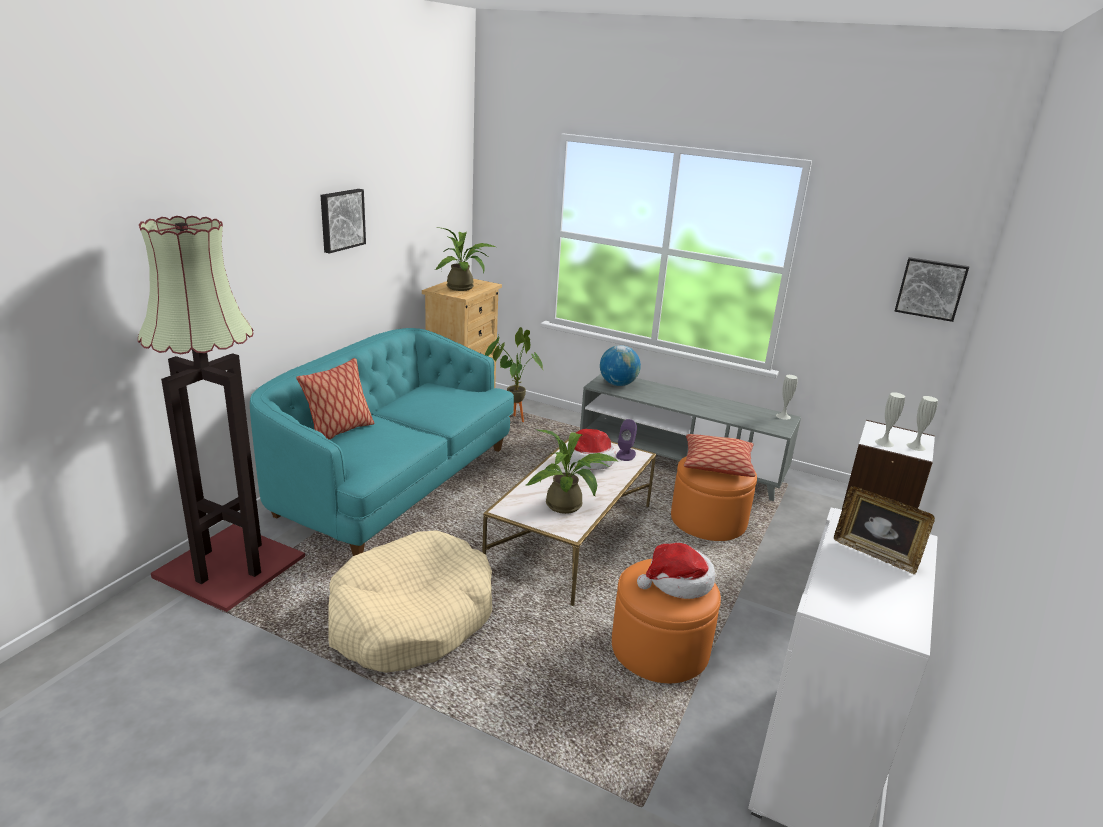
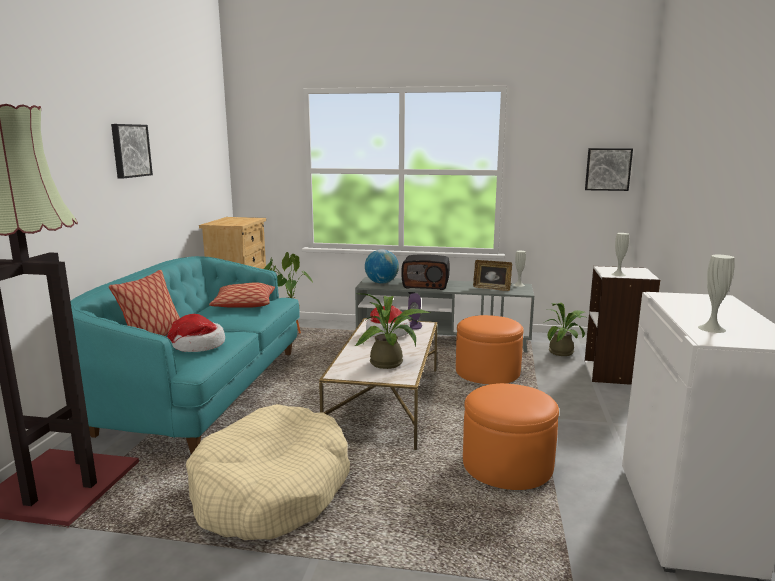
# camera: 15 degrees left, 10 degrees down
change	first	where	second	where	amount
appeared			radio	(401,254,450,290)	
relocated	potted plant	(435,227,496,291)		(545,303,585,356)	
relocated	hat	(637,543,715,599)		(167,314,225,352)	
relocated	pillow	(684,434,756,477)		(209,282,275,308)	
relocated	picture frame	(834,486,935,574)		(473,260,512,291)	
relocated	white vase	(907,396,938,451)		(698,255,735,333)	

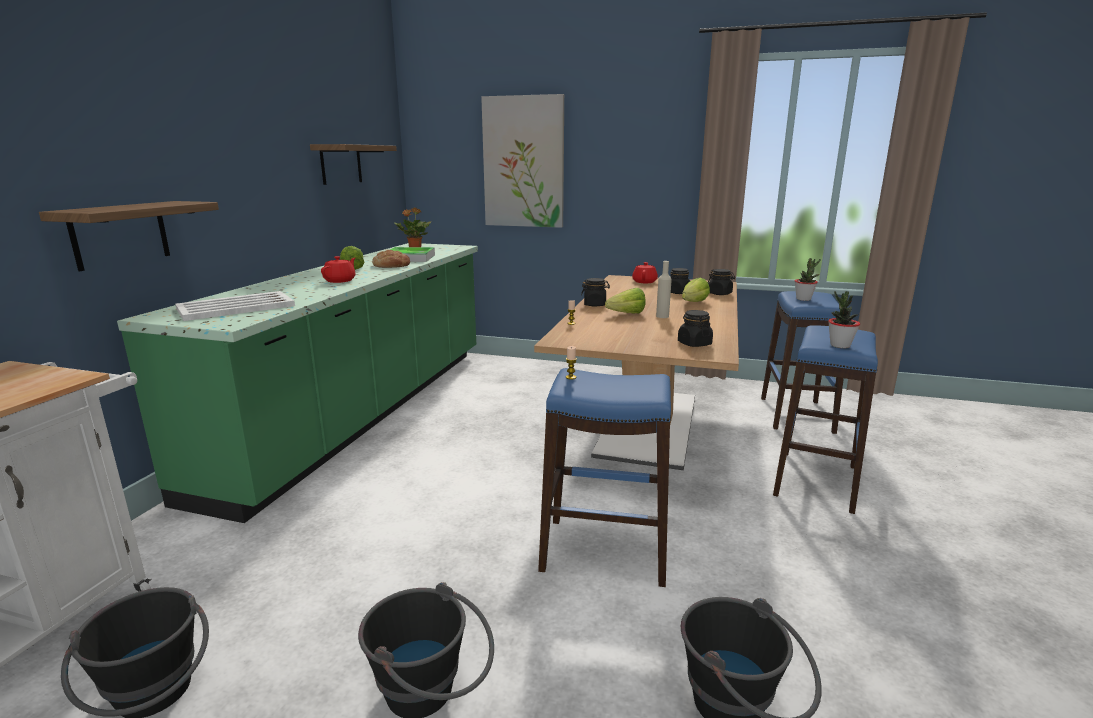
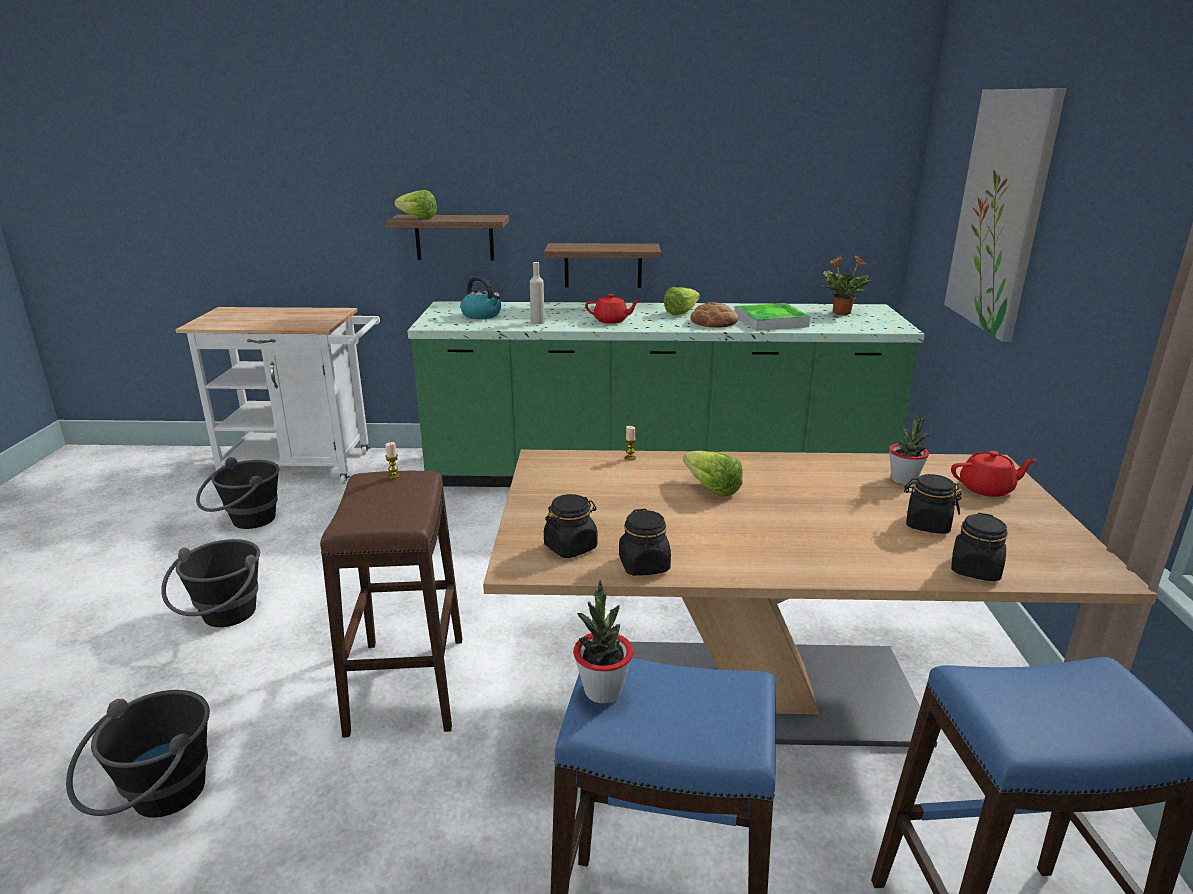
# camera: 75 degrees right, 5 degrees up
change	first	where	second	where	amount
relocated	shelf	(310,144,397,185)		(544,243,661,288)	
relocated	black jar	(581,278,610,307)		(619,509,671,576)	
relocated	beige bottle	(656,261,672,318)		(530,262,545,324)	
relocated	lettuce	(682,278,710,302)		(394,190,437,219)	
relocated	potted plant	(795,258,821,301)		(889,413,930,485)	
exchanged	white tray	(175,291,295,321)	kettle	(460,276,501,319)	
colour	blue stool	(538,368,671,587)	brown stool	(320,471,462,738)	

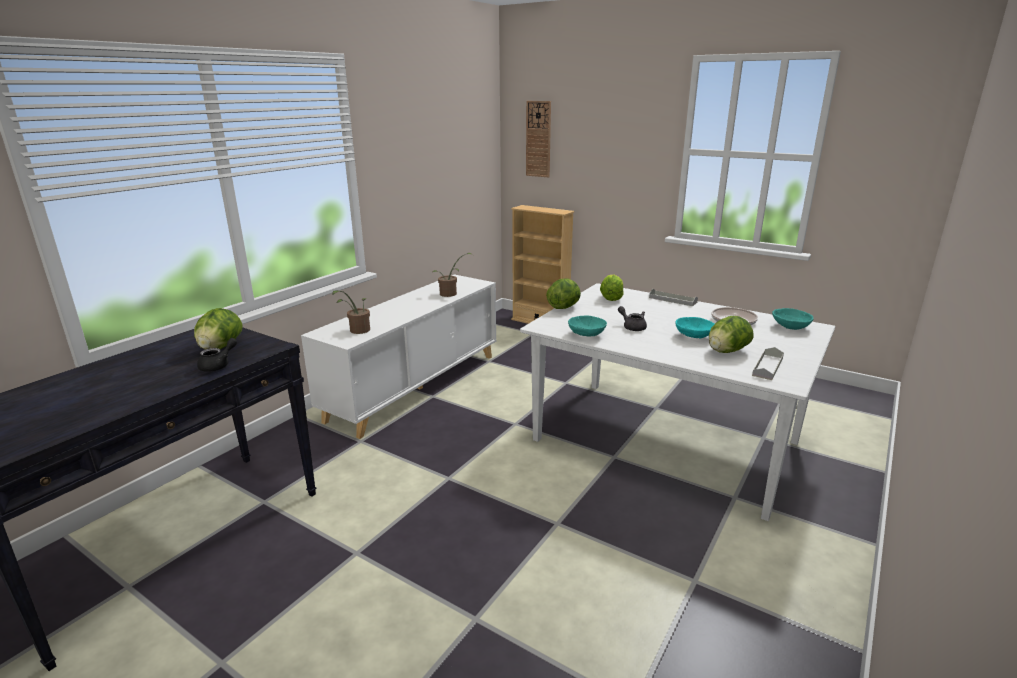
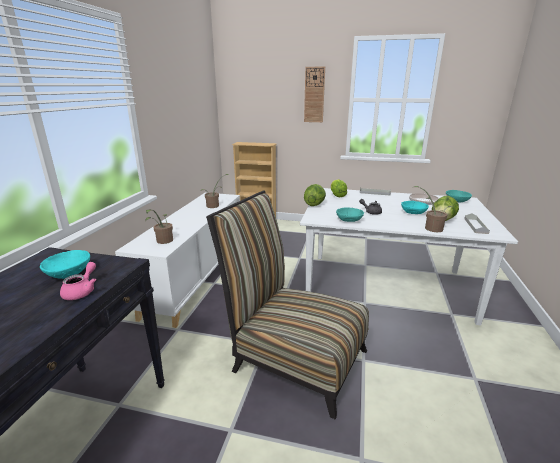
# camera: 20 degrees left, 0 degrees up
change	first	where	second	where	amount
appeared			chair	(206,190,369,419)	
appeared			potted plant	(412,186,453,232)	
relocated	wall clock	(526,101,551,177)		(304,67,325,122)	
exchanged	lettuce	(194,308,243,350)	turquoise bowl	(40,250,90,279)	
colour	black teapot	(197,338,237,372)	pink teapot	(60,262,96,300)	

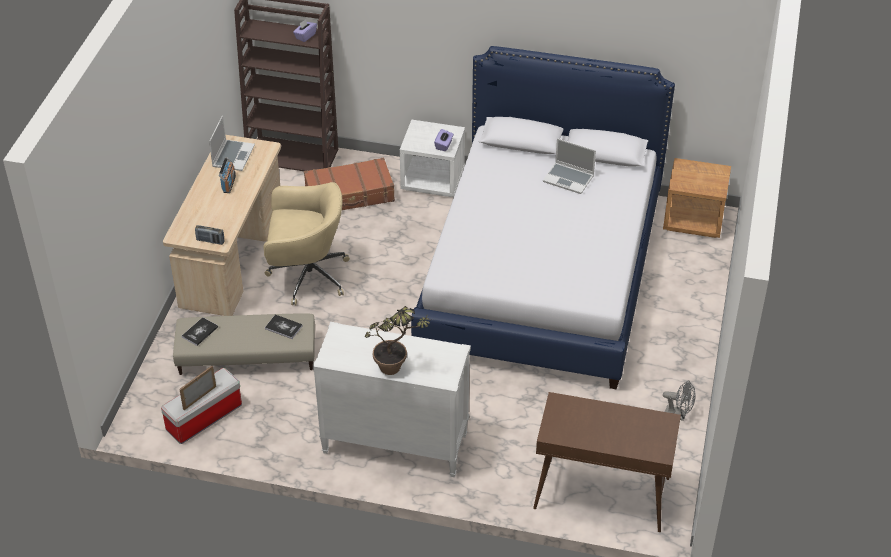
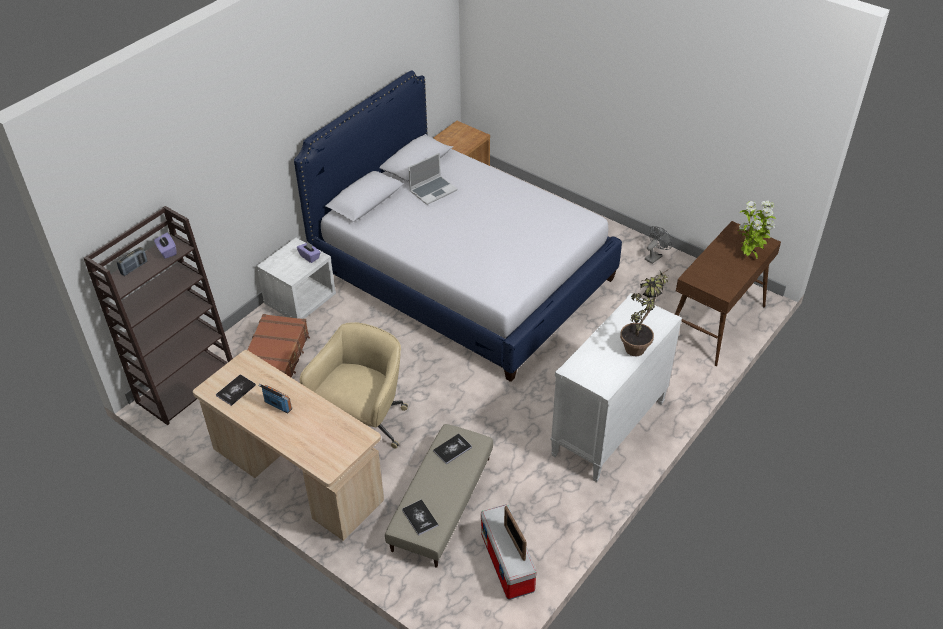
# camera: 65 degrees left, 0 degrees up
change	first	where	second	where	amount
appeared			potted plant	(738,200,776,259)	
relocated	radio	(195,225,224,245)		(117,247,147,276)	
exchanged	laptop	(209,116,255,171)	book	(216,374,256,406)	

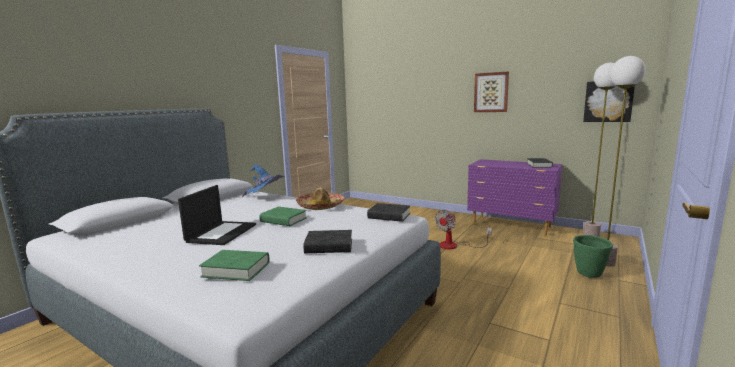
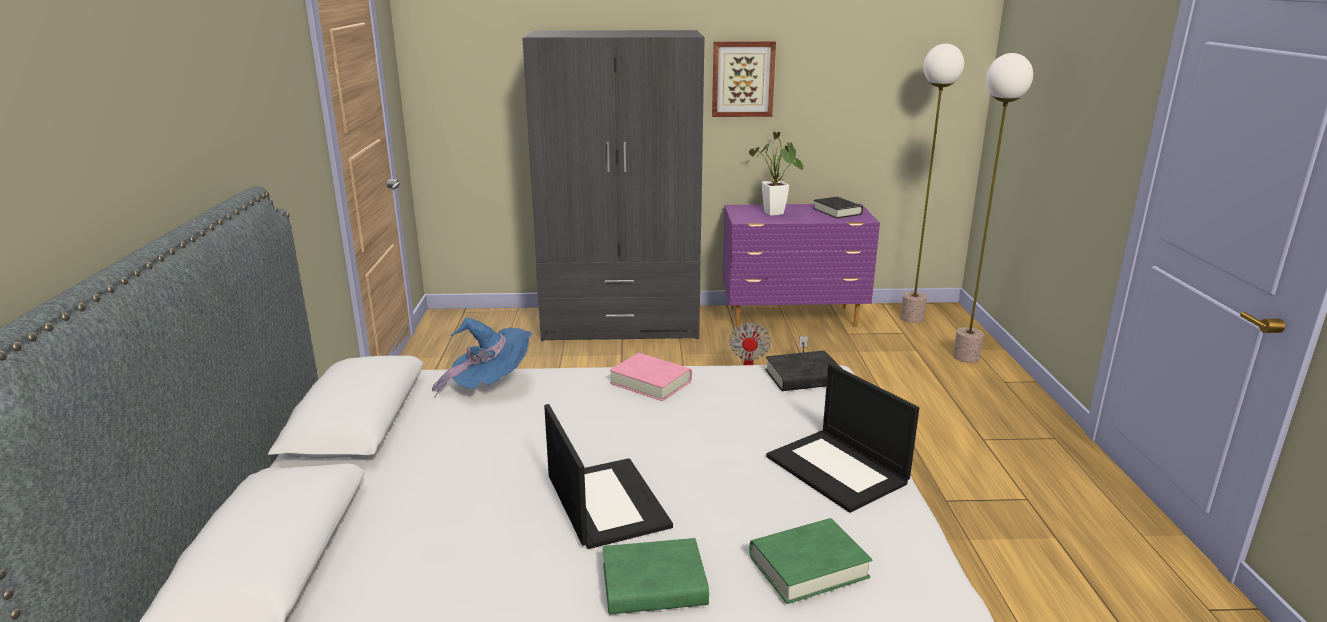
# camera: 35 degrees left, 10 degrees up
change	first	where	second	where	amount
missing	green planter	(573,235,613,278)			
missing	picture	(583,82,635,122)			
appeared			grey wardrobe	(522,30,705,341)	
appeared			potted plant	(749,131,803,216)	
relocated	green book	(260,207,307,226)		(603,538,709,615)	
exchanged	hat	(296,188,345,210)	pink book	(610,353,692,401)	
exchanged	black book	(303,230,352,253)	laptop	(766,364,919,513)	

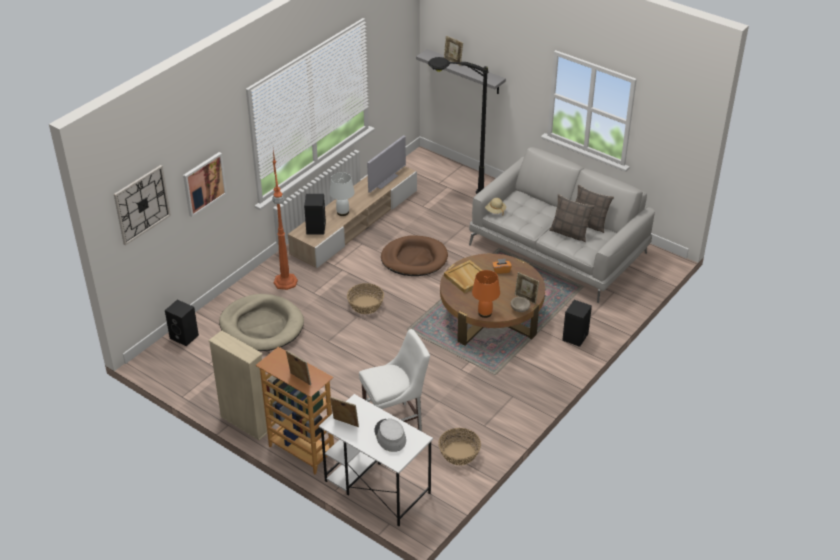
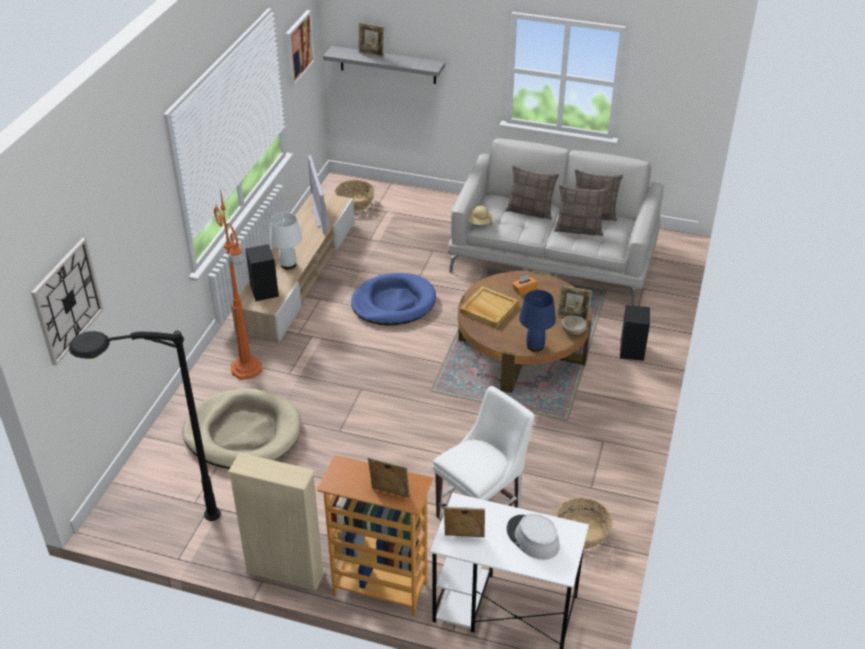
# camera: 20 degrees left, 0 degrees up
change	first	where	second	where	amount
missing	black speaker	(165,300,199,346)			
appeared			pillow	(506,165,559,220)	
relocated	picture	(183,152,227,217)		(285,10,315,86)	
relocated	basket	(347,283,384,314)		(334,180,375,212)	
relocated	black floor lamp	(428,57,489,194)		(69,331,221,521)	
colour	brown dog bed	(381,235,448,276)	blue dog bed	(351,273,436,326)	
colour	orange table lamp	(472,270,500,318)	blue table lamp	(519,290,556,352)	
spun	television	(367,135,406,193)		(308,155,331,234)	150 degrees clockwise

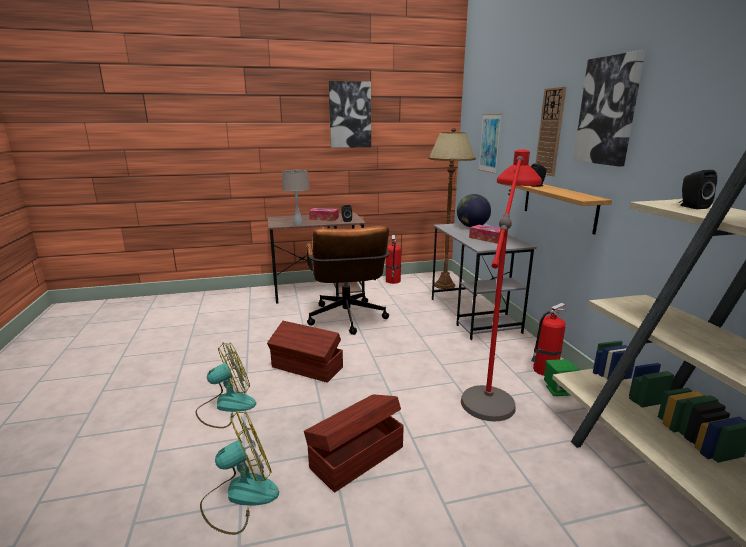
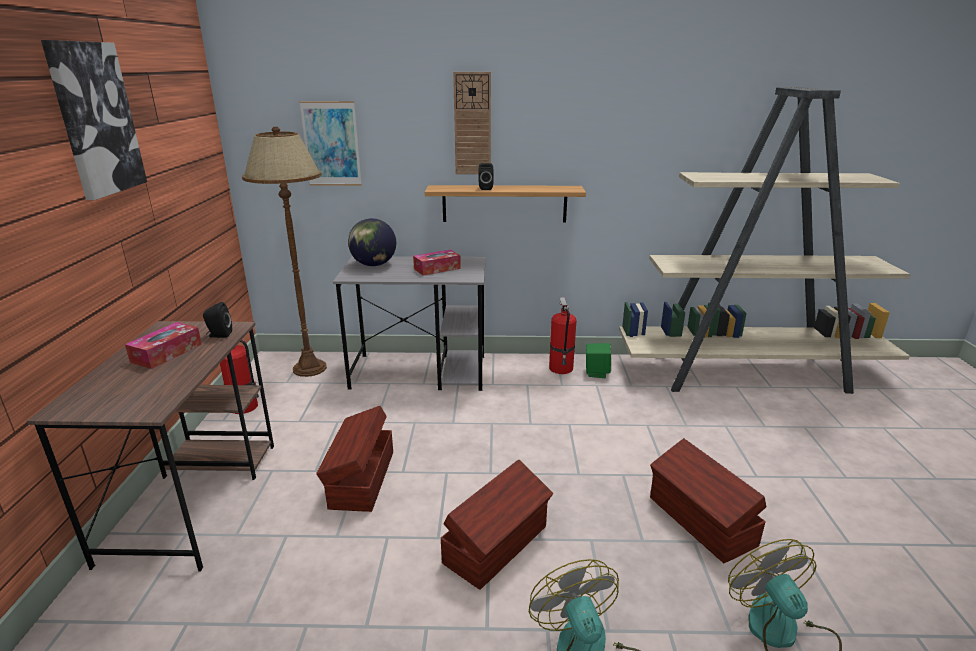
# camera: 75 degrees left, 5 degrees up
change	first	where	second	where	amount
missing	beige table lamp	(282,170,310,225)			
missing	red floor lamp	(461,149,542,422)			
missing	picture	(573,50,645,166)			
missing	black speaker	(679,170,717,209)			
exchanged	brown office chair	(306,226,390,335)	brown storage box	(316,406,393,512)	

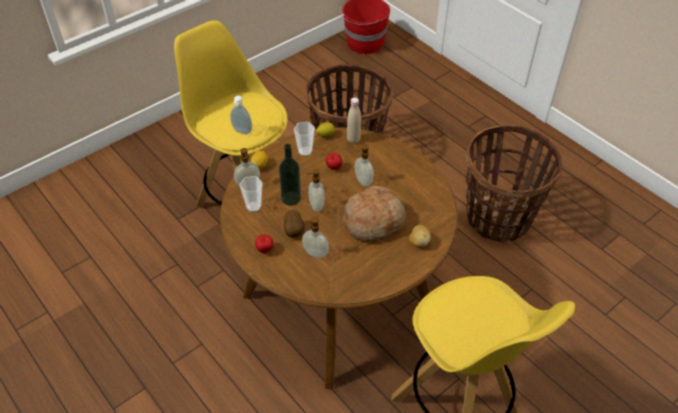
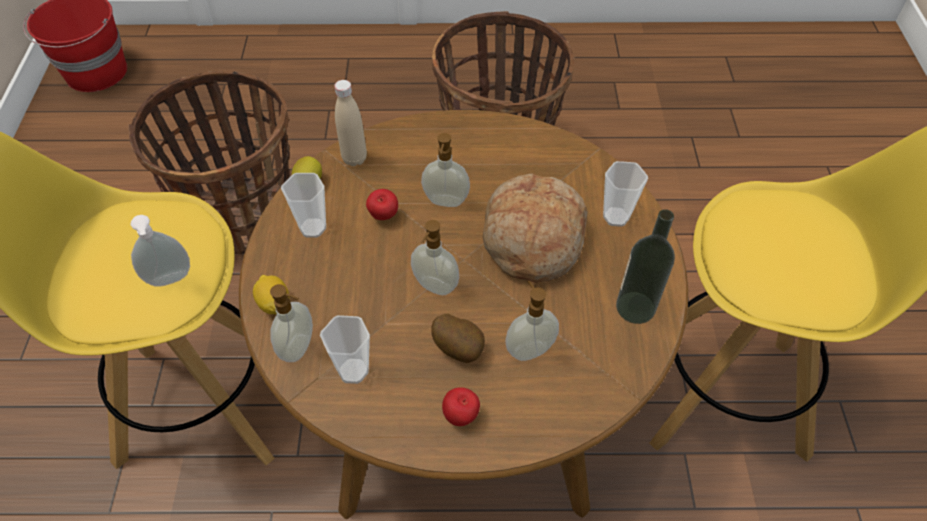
# camera: 50 degrees left, 5 degrees up
change	first	where	second	where	amount
relocated	bottle	(279,144,301,206)		(616,209,675,324)	
exchanged	potato	(409,225,431,248)	cup	(603,161,648,227)	

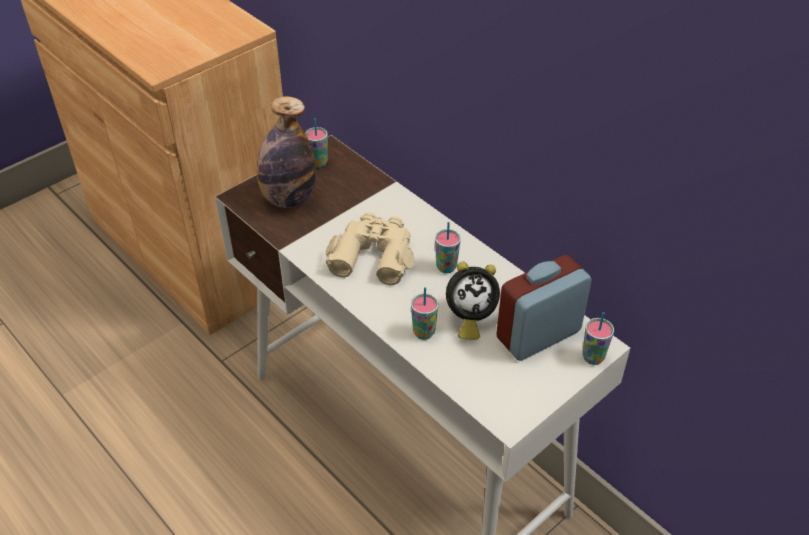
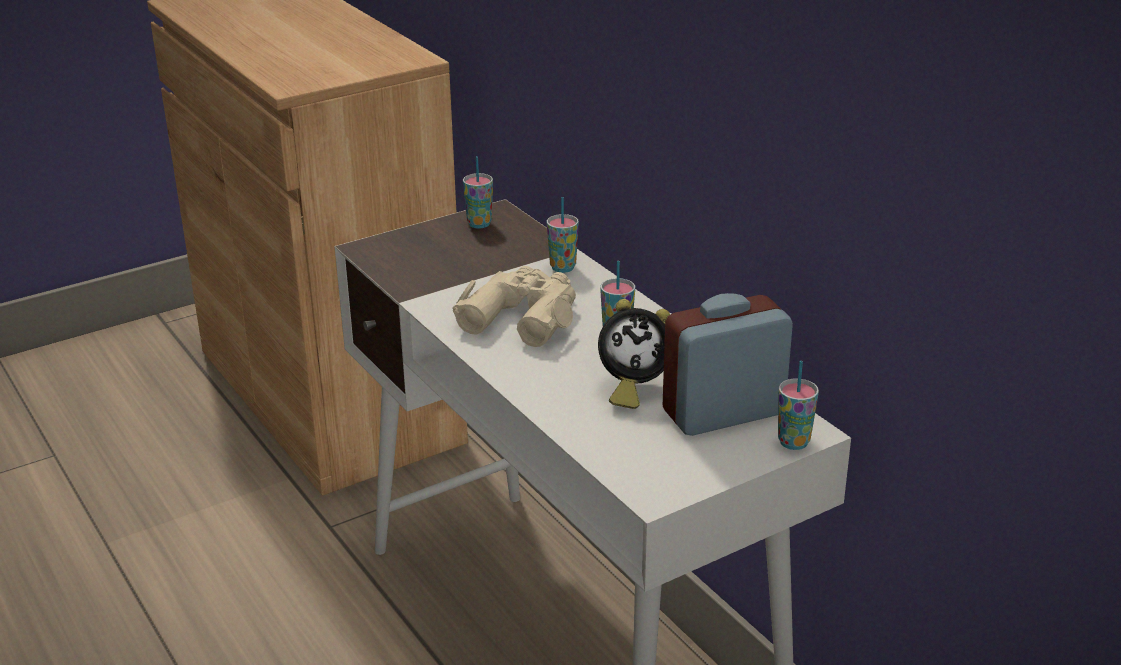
# camera: 10 degrees right, 15 degrees down
change	first	where	second	where	amount
missing	bottle	(257,96,316,208)			
relocated	cup	(411,287,438,340)		(547,197,579,273)	

